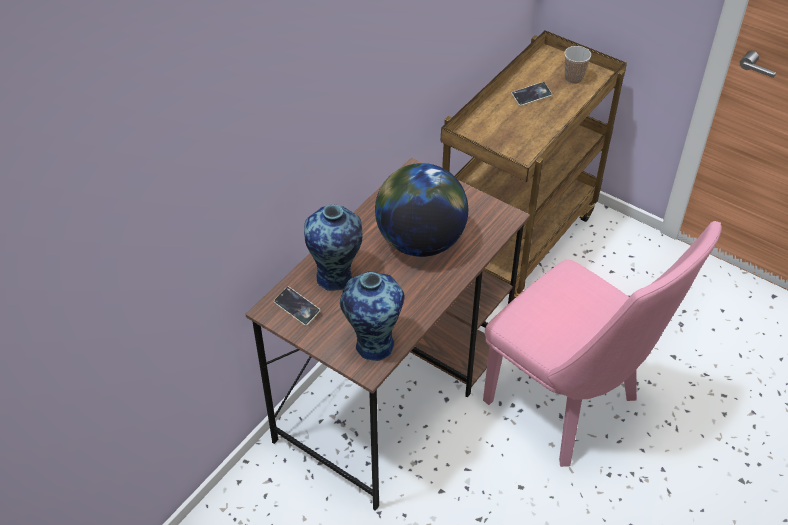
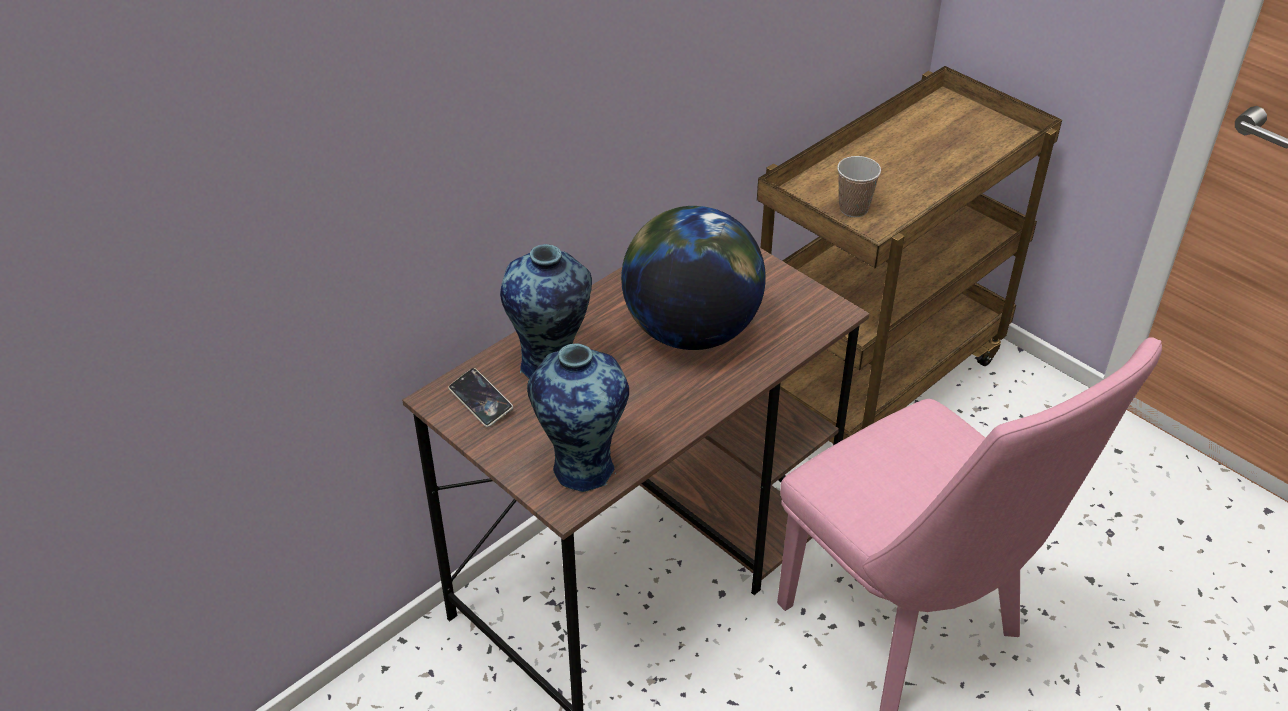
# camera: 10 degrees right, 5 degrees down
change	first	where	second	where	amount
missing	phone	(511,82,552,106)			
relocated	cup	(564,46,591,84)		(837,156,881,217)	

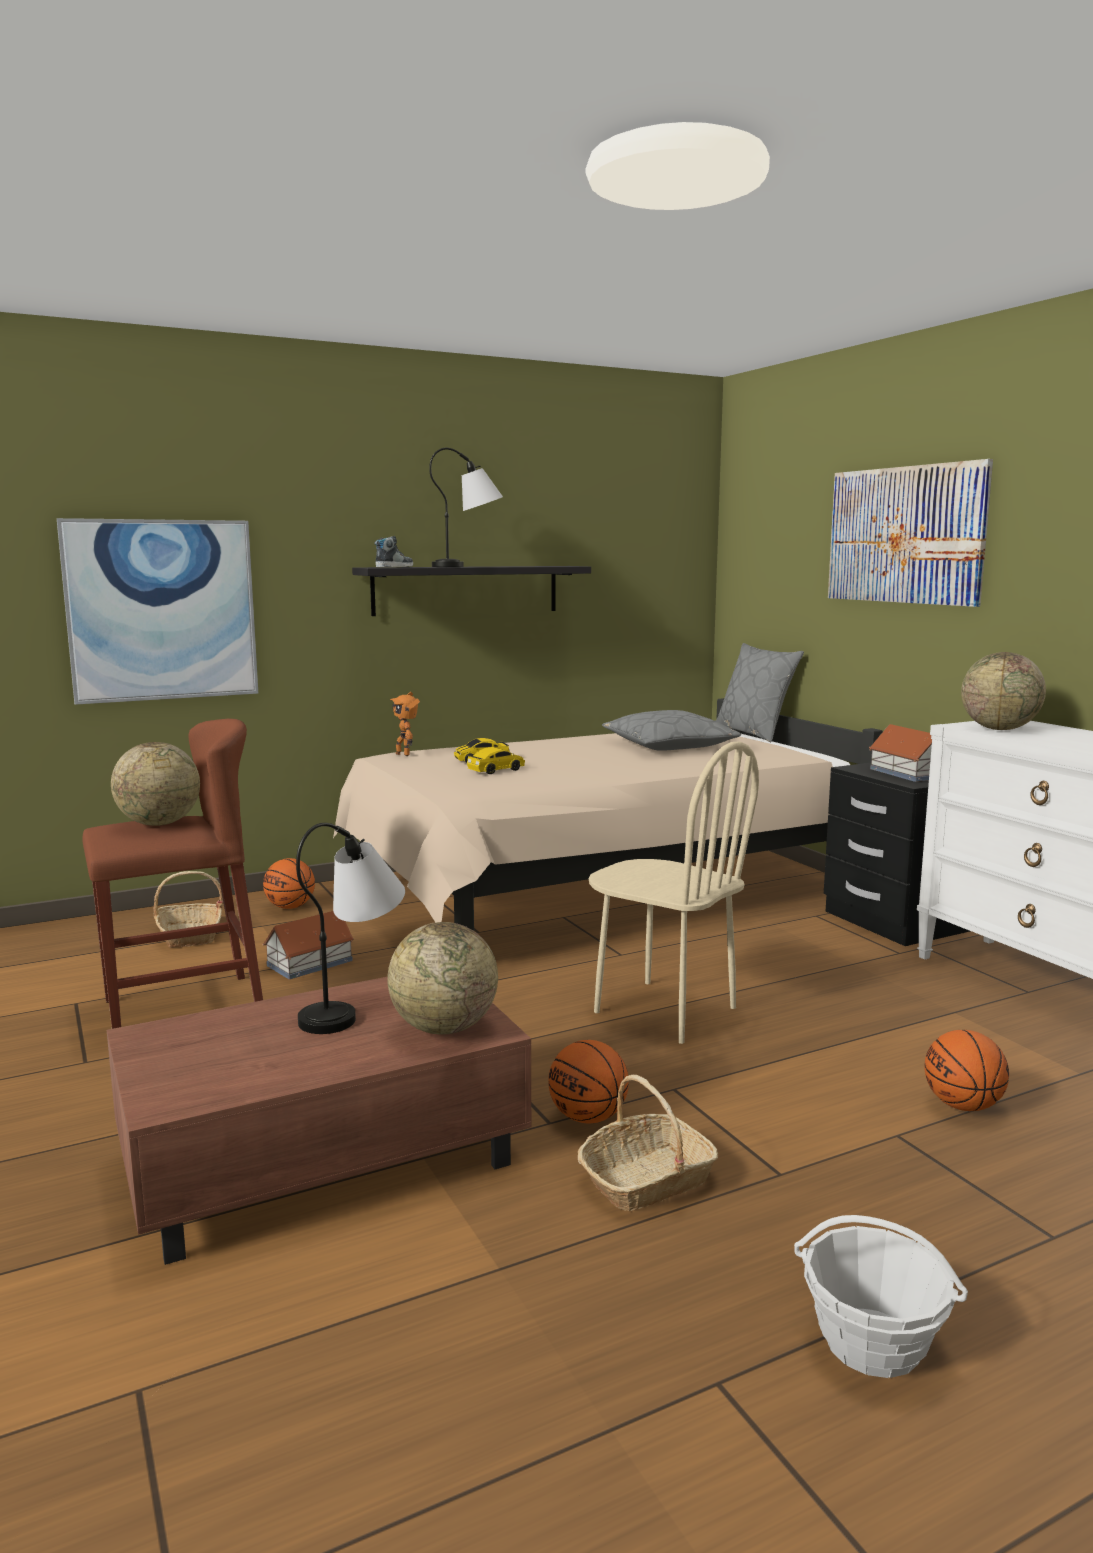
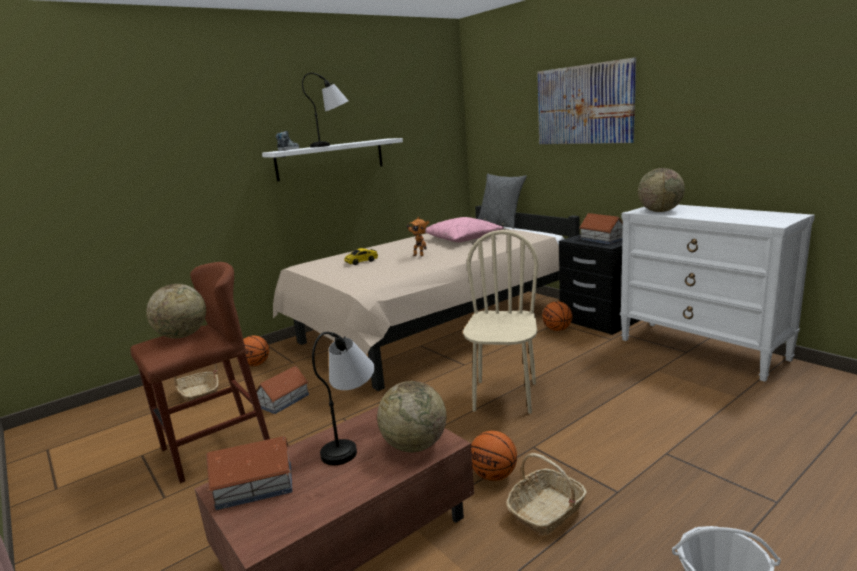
# camera: 10 degrees left, 5 degrees up
change	first	where	second	where	amount
missing	picture	(57,518,258,705)			
missing	toy car	(467,747,525,774)			
appeared			toy house	(206,436,293,510)	
relocated	toy robot	(390,692,420,756)		(407,217,430,256)	
relocated	basketball	(925,1030,1009,1111)		(542,301,572,331)	
colour	black shelf	(352,566,591,616)	white shelf	(262,138,403,182)	
colour	grey pillow	(602,710,741,751)	pink pillow	(425,217,504,242)	
spun	beige chair	(589,741,759,1044)		(463,230,539,414)	105 degrees counterclockwise

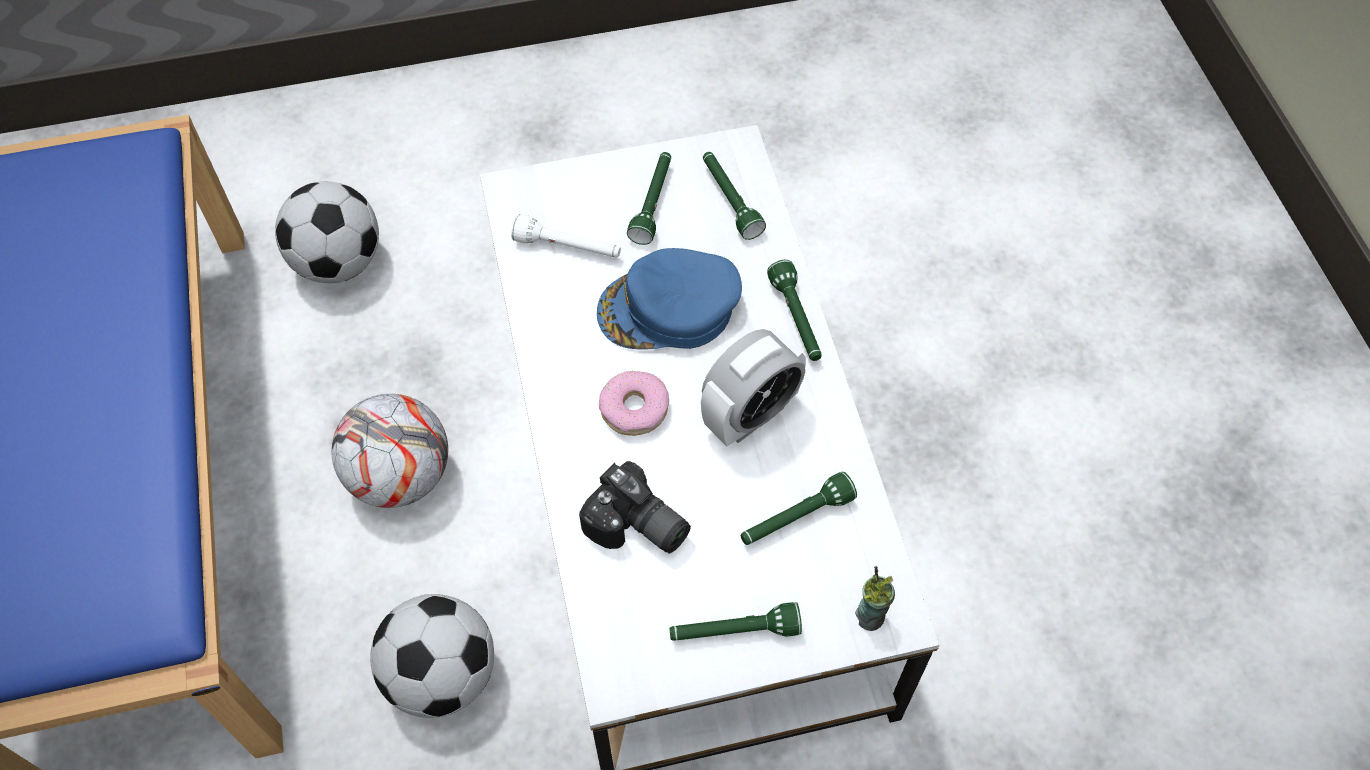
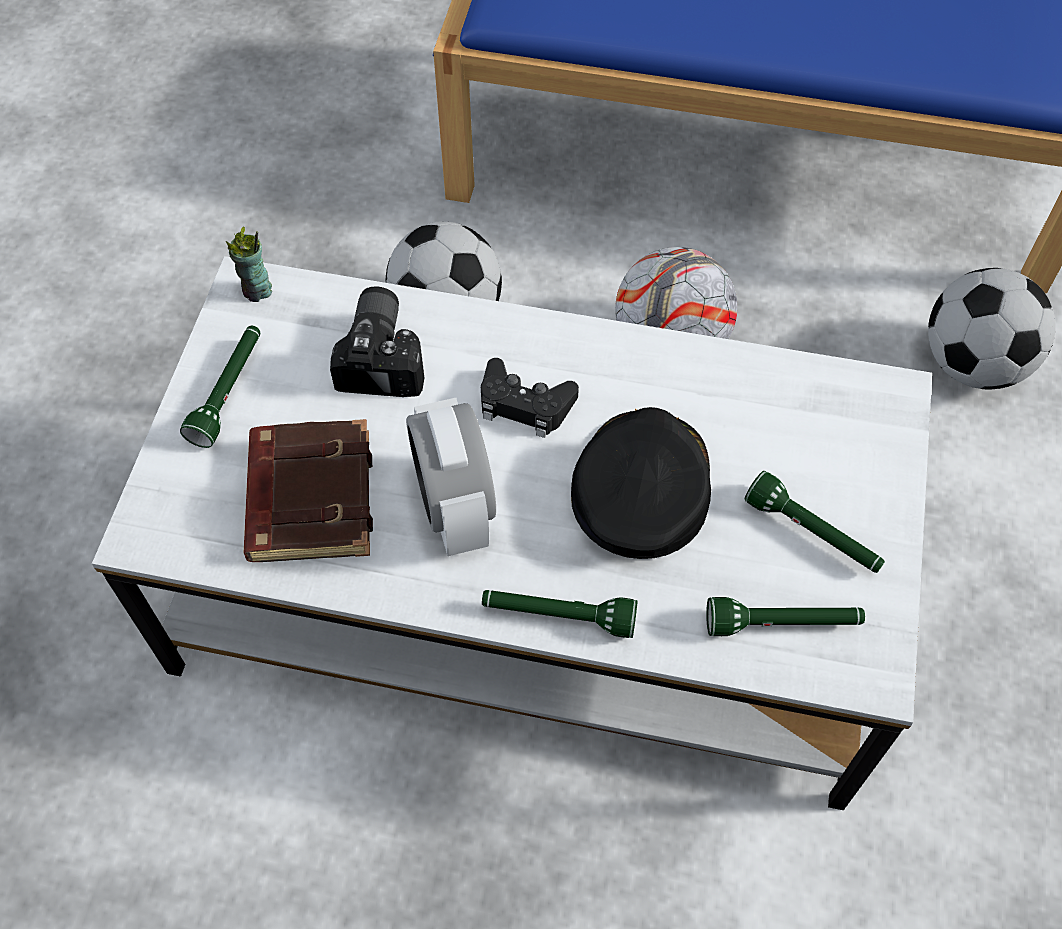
# camera: 115 degrees right, 0 degrees up
change	first	where	second	where	amount
missing	white flashlight	(511,214,621,257)			
relocated	cup	(855,566,895,631)		(226,227,272,302)	
exchanged	donut	(599,371,669,436)	black game controller	(481,358,579,438)	
exchanged	green flashlight	(741,472,857,545)	brown book	(244,419,373,562)	
colour	blue cap	(597,248,742,350)	black cap	(571,407,711,559)	
spun	photo camera	(579,461,691,553)		(330,287,424,397)	120 degrees clockwise

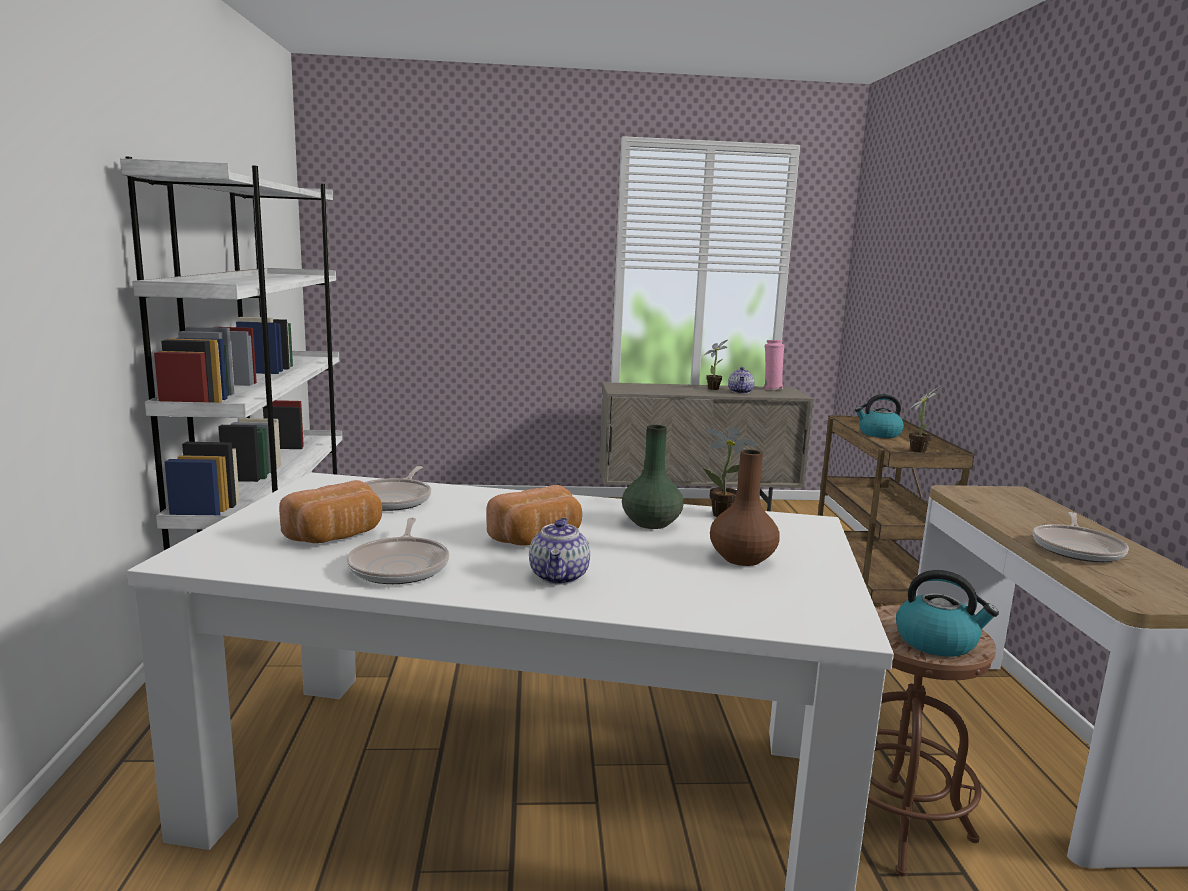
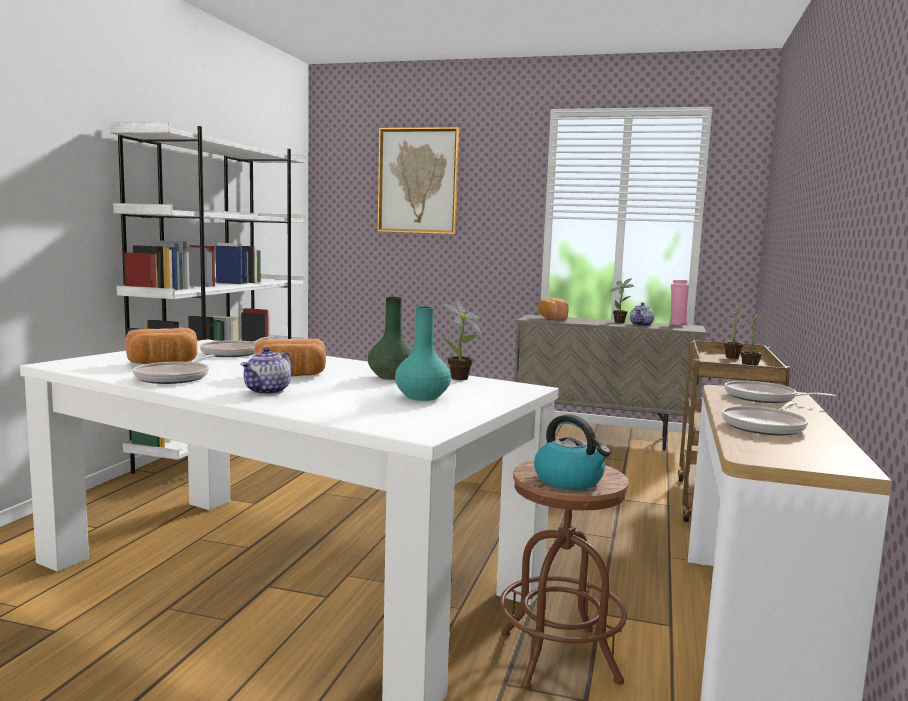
# camera: 20 degrees right, 5 degrees down
change	first	where	second	where	amount
appeared			picture	(378,127,459,234)	
appeared			bread	(538,298,569,320)	
appeared			frying pan	(724,381,836,403)	
exchanged	kettle	(855,394,904,438)	potted plant	(724,301,750,359)	
colour	brown vase	(710,449,780,566)	turquoise vase	(395,306,451,401)	

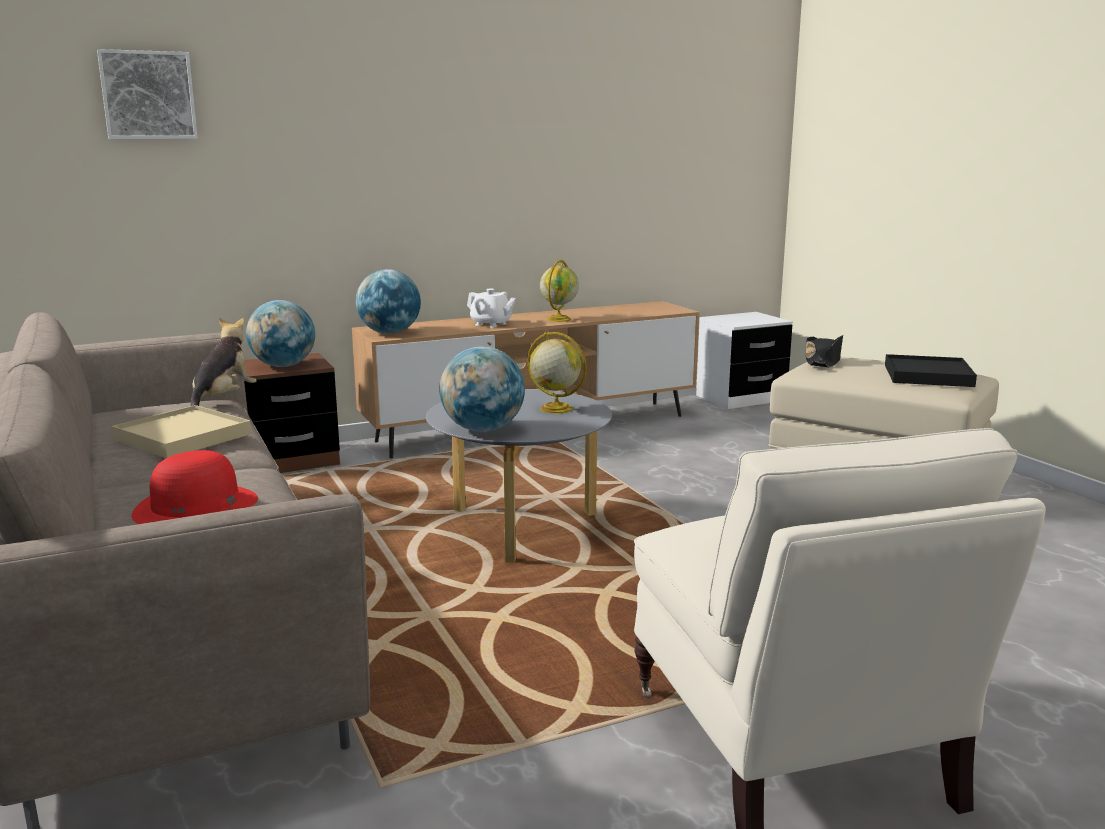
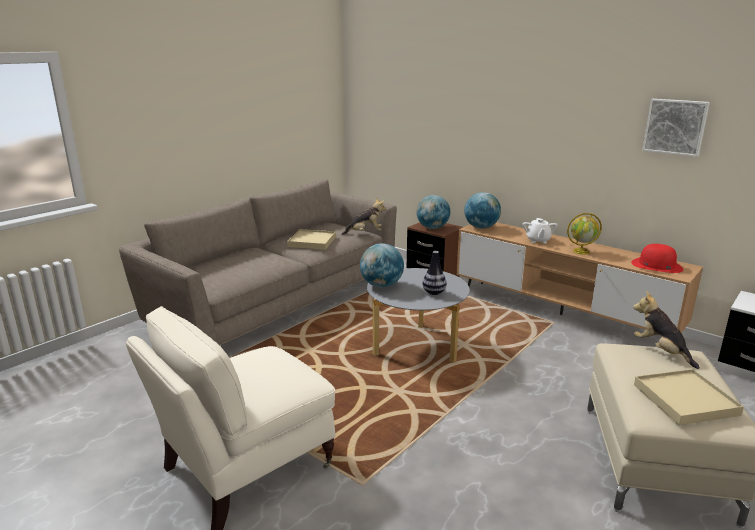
# camera: 65 degrees right, 5 degrees up
change	first	where	second	where	amount
relocated	picture	(97,49,198,139)		(642,99,710,157)	
relocated	red hat	(131,450,258,524)		(631,244,683,273)	
exchanged	globe	(527,332,587,414)	vase	(423,251,446,295)	
exchanged	black hat	(805,335,843,367)	plush toy	(633,291,700,369)	
colour	black tray	(885,354,977,387)	beige tray	(634,369,744,425)	

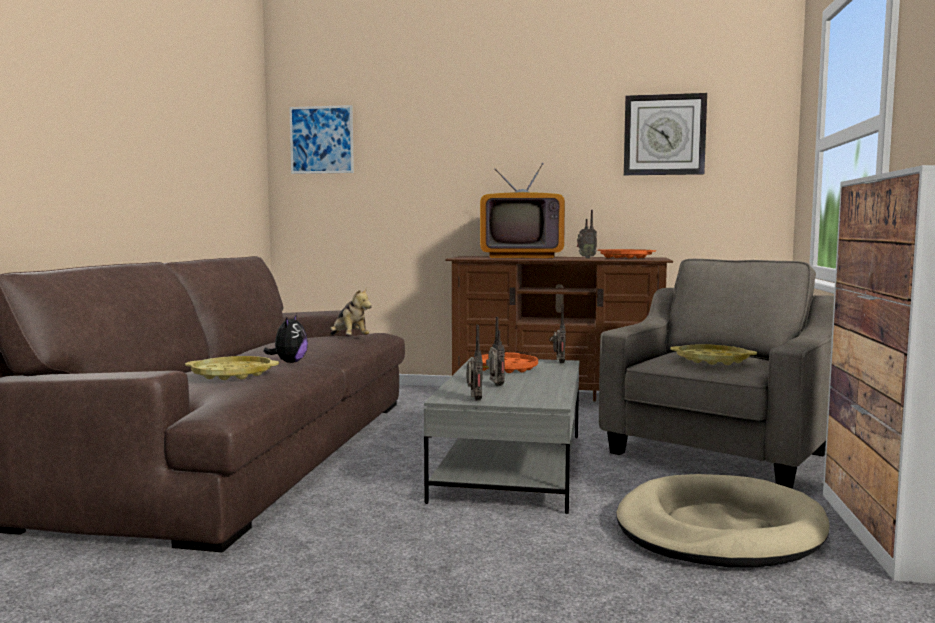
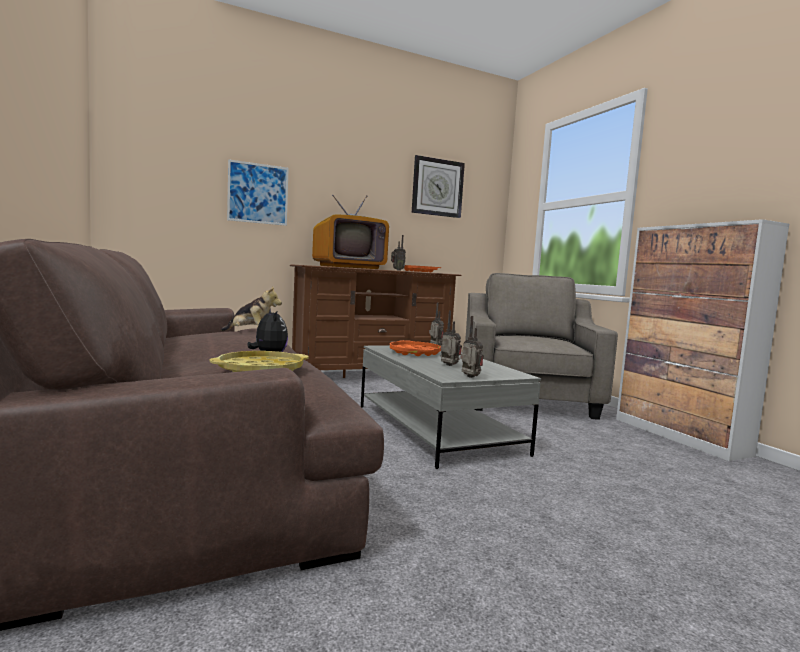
# camera: 35 degrees left, 0 degrees up
change	first	where	second	where	amount
missing	beige dog bed	(616,474,830,568)			
missing	yellow tray	(670,344,757,365)			
relocated	picture	(289,105,354,174)		(227,159,289,226)	

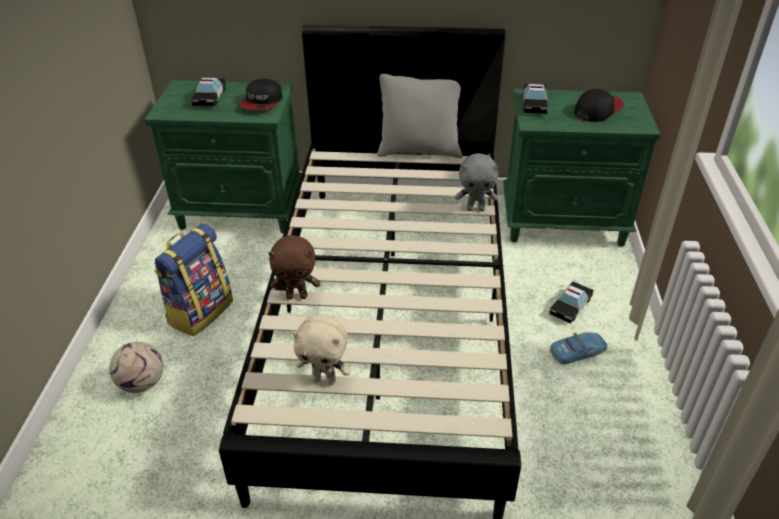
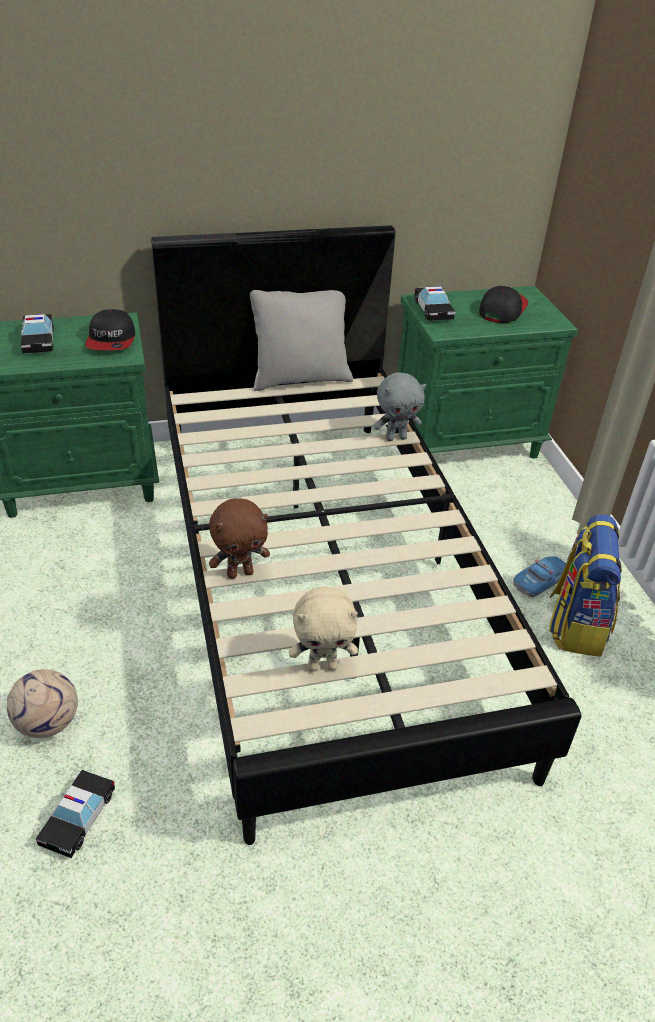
# camera: 20 degrees left, 0 degrees up
change	first	where	second	where	amount
relocated	backpack	(154,224,233,336)		(549,514,622,657)	
relocated	toy car	(549,281,594,324)		(36,770,115,858)	

